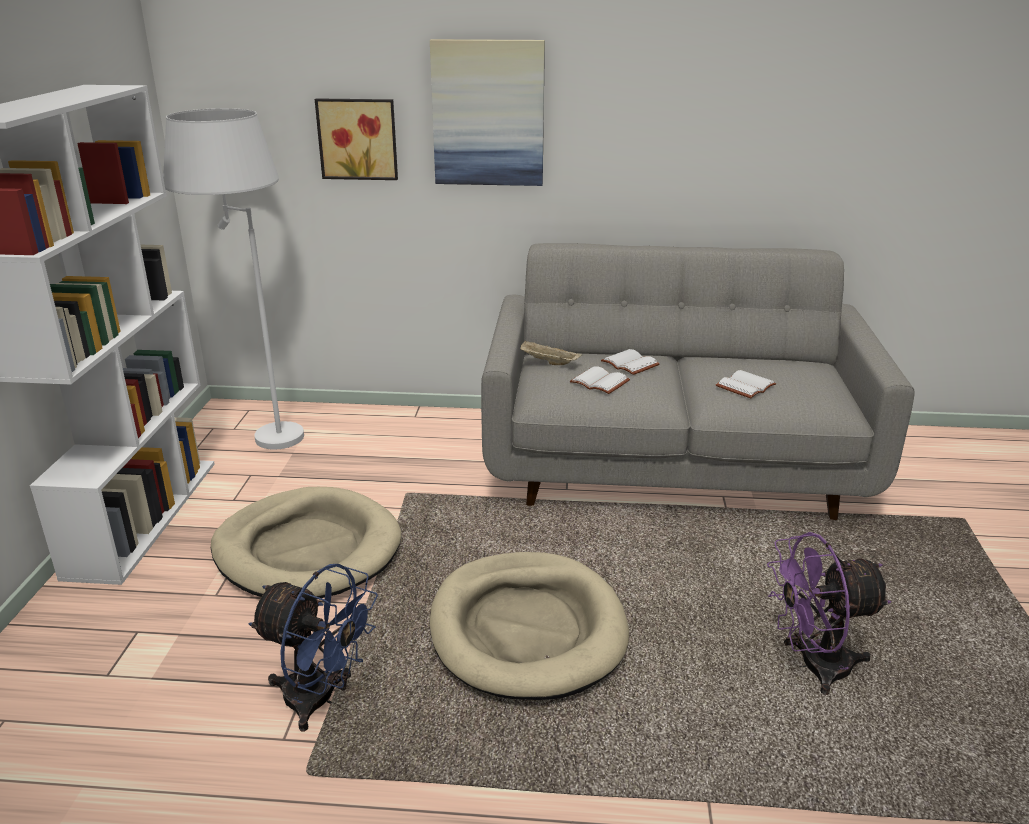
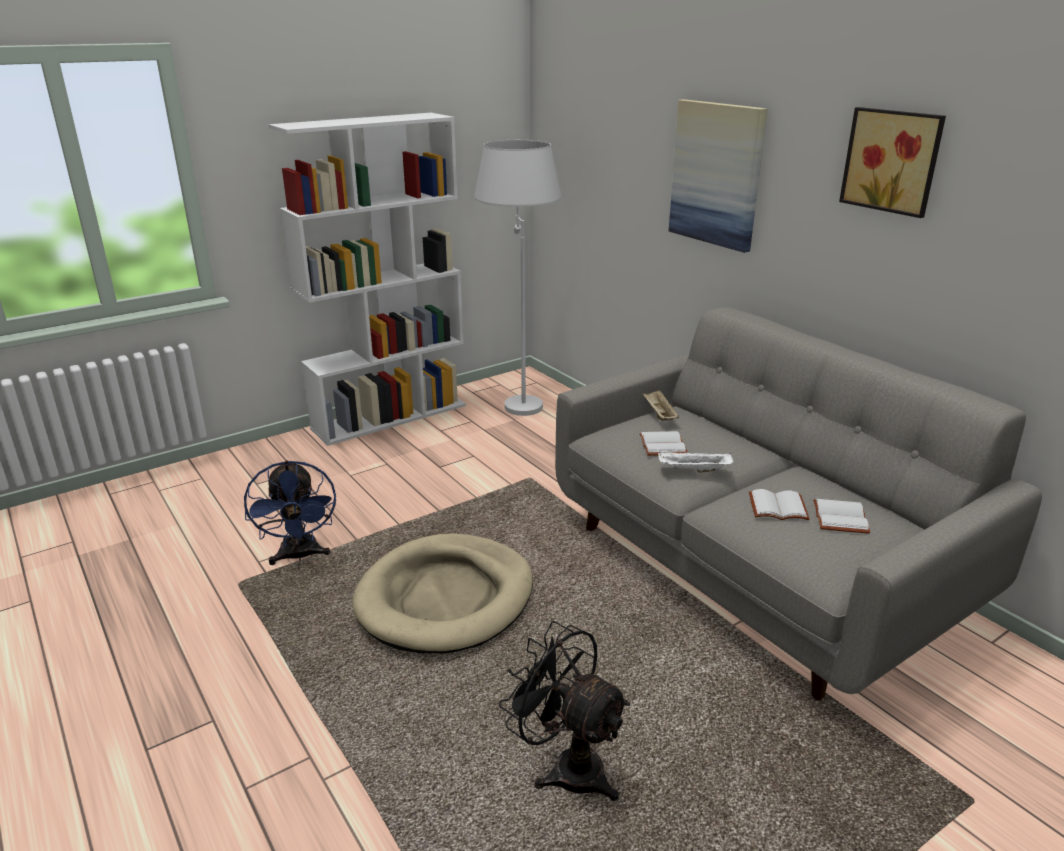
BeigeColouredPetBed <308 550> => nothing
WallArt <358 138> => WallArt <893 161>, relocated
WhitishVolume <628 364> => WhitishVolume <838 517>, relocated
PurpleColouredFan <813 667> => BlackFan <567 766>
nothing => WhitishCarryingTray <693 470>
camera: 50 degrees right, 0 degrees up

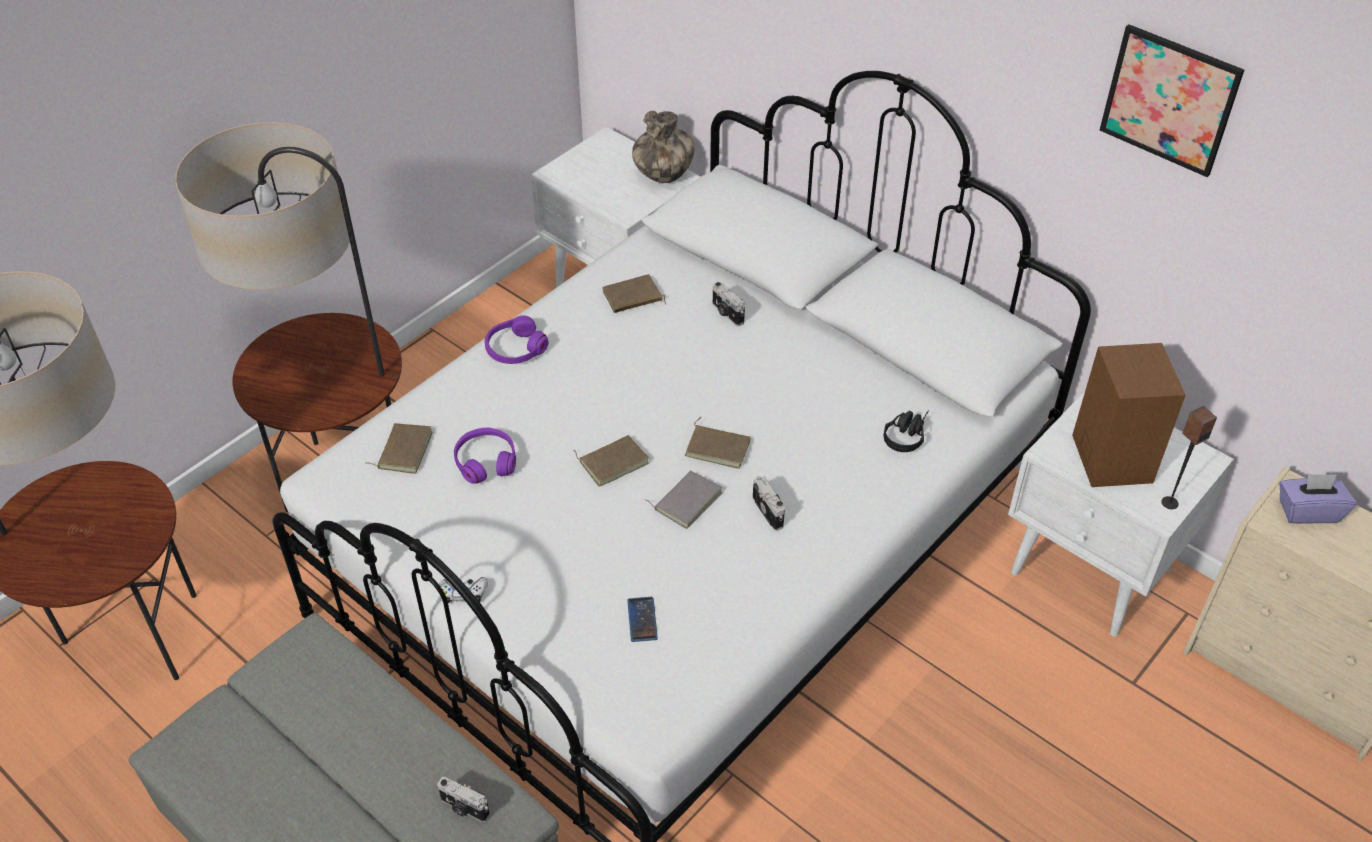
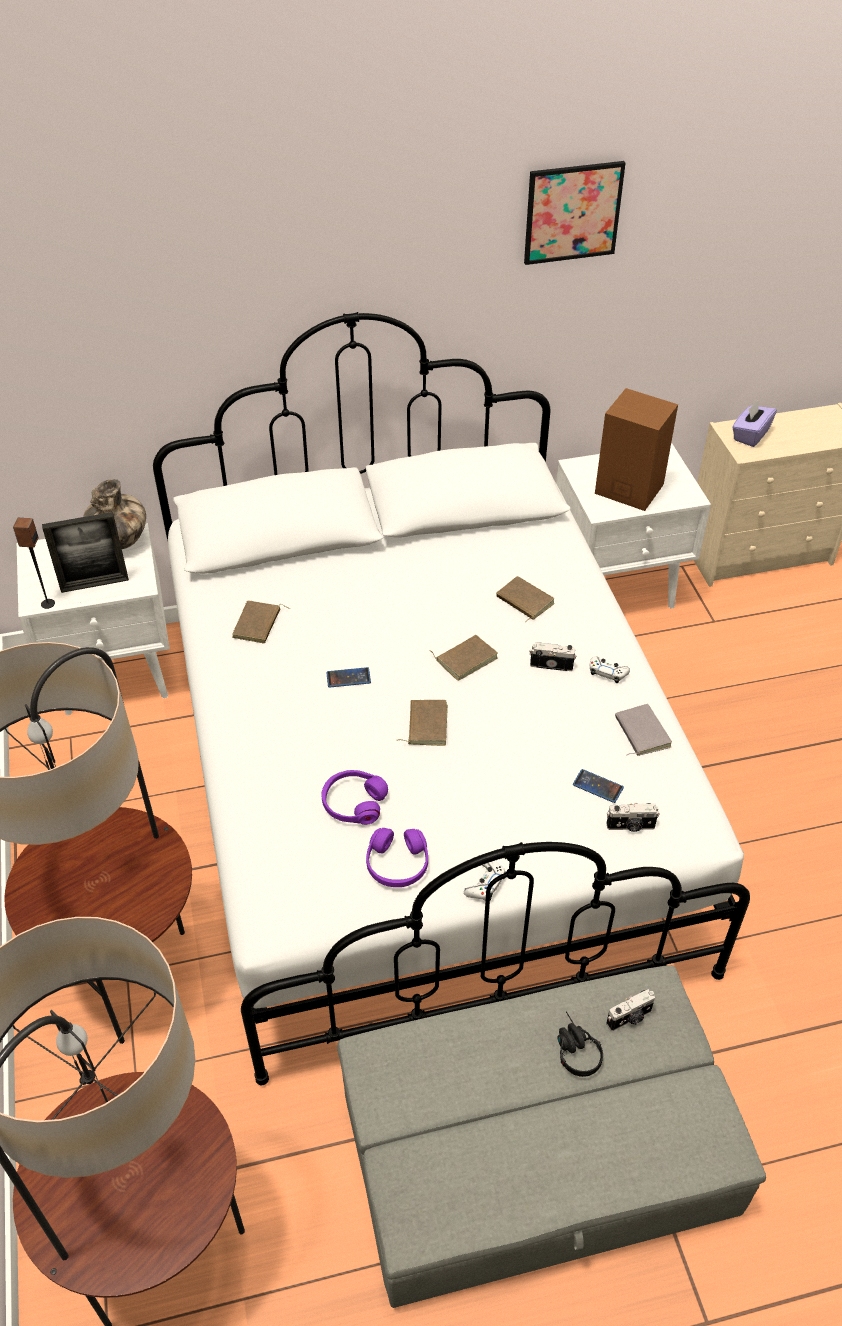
BrownishVolume <403 450> => BrownishVolume <523 601>, relocated
PurpleColouredPairOfHeadphones <515 349> => PurpleColouredPairOfHeadphones <397 864>, relocated
GreyishVolume <686 500> => GreyishVolume <640 732>, relocated
PhotoCamera <726 313> => PhotoCamera <631 826>, relocated
BlackPairOfHeadphones <907 434> => BlackPairOfHeadphones <574 1048>, relocated
AudioSpeaker <1169 502> => AudioSpeaker <47 604>, relocated
nothing => PictureFrame <94 584>
nothing => Phone <348 678>
nothing => WhitishGameController <607 672>
camera: 55 degrees left, 0 degrees up

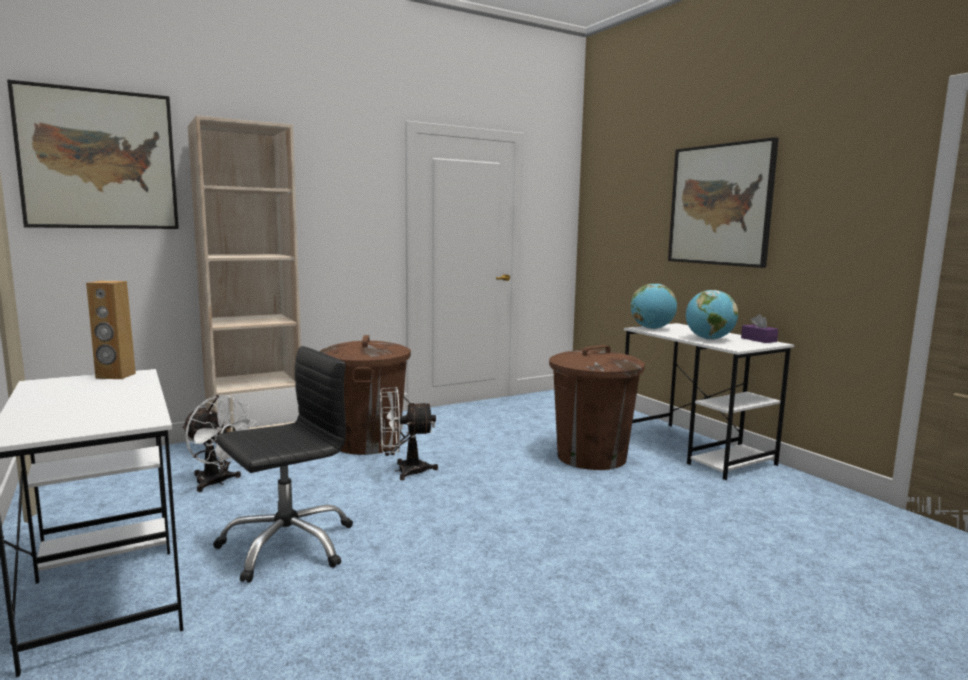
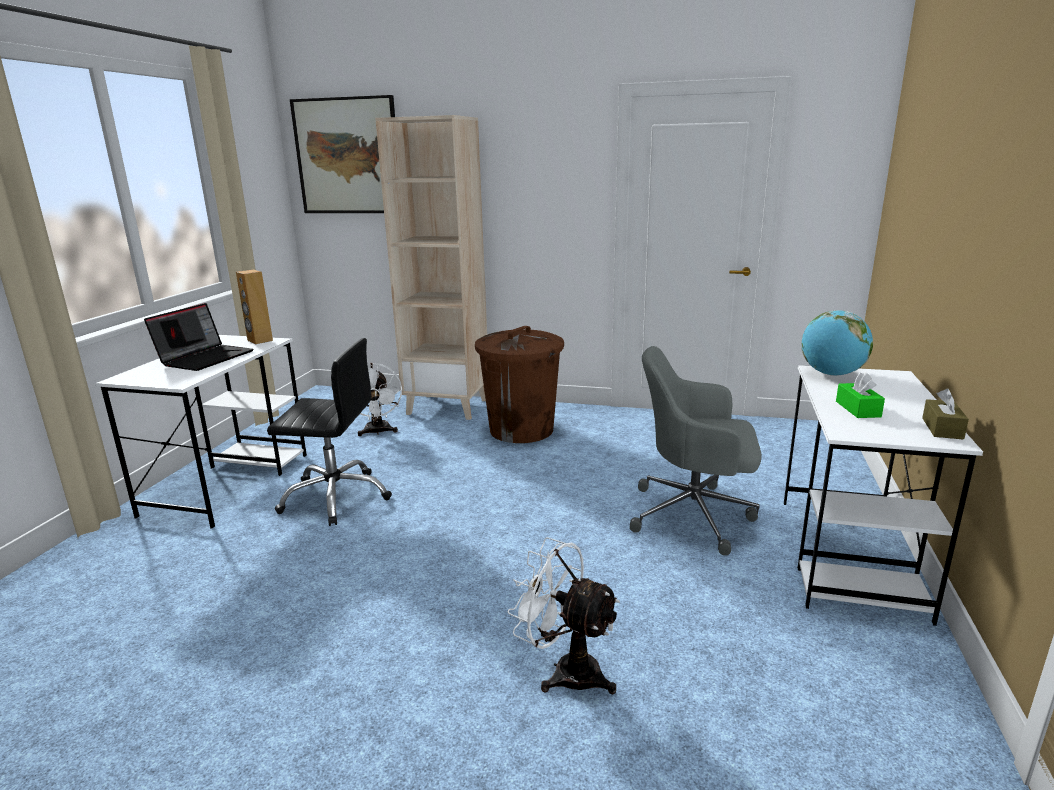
WhitishFan <404 471> => WhitishFan <566 670>, relocated
BrownishWasteBin <591 457> => GreyishOfficeChair <694 515>
WallArt <720 205> => nothing
DeskGlobe <709 339> => GreenishBoxOfTissues <858 409>
PurpleColouredBoxOfTissues <758 340> => BrownishBoxOfTissues <942 428>
nothing => NotebookComputer <206 358>
camera: 45 degrees right, 10 degrees up

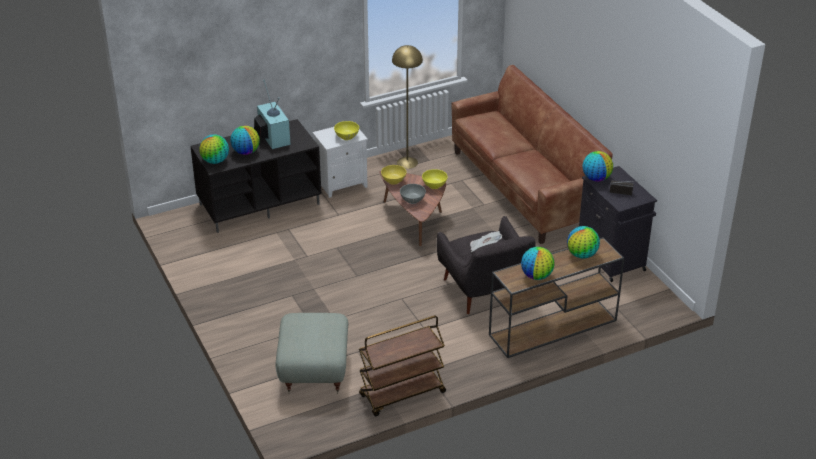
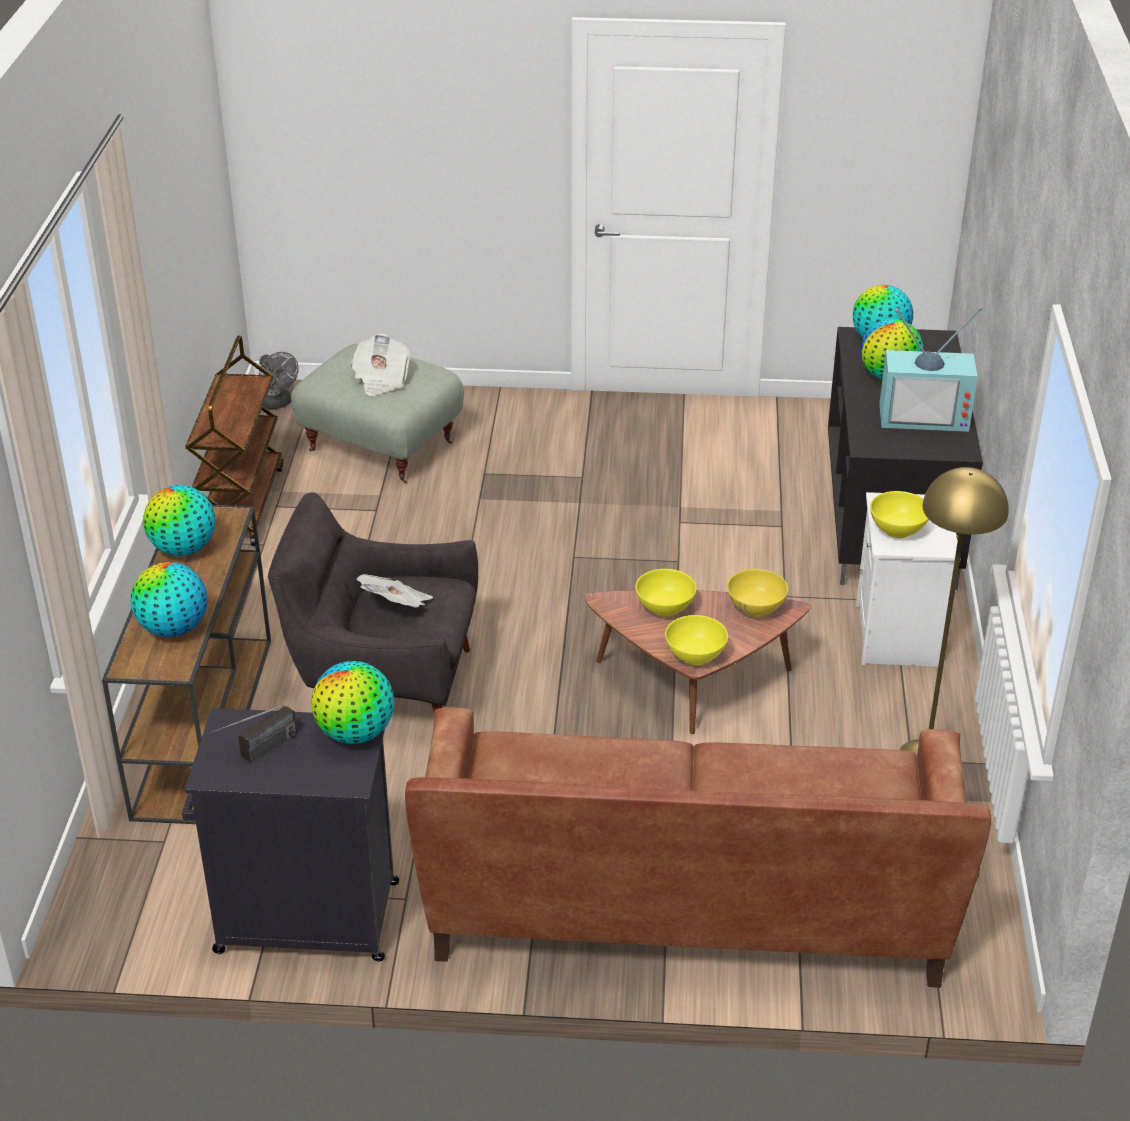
GreyishDeepDish <412 200> => YellowishDeepDish <665 608>
nothing => GreyishFan <278 404>
nothing => Newspaper <381 380>
camera: 120 degrees right, 0 degrees up

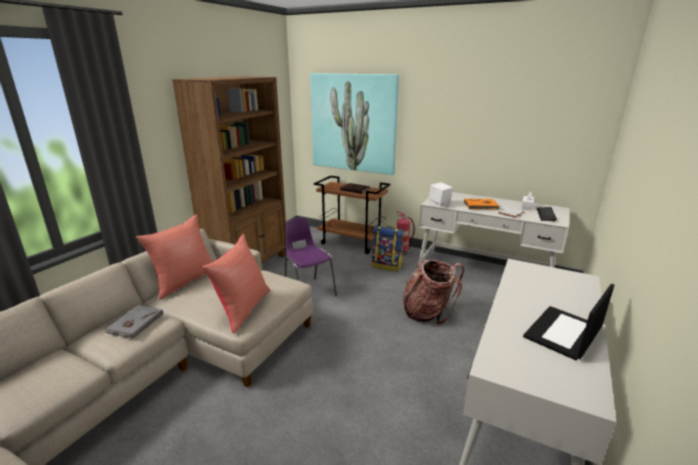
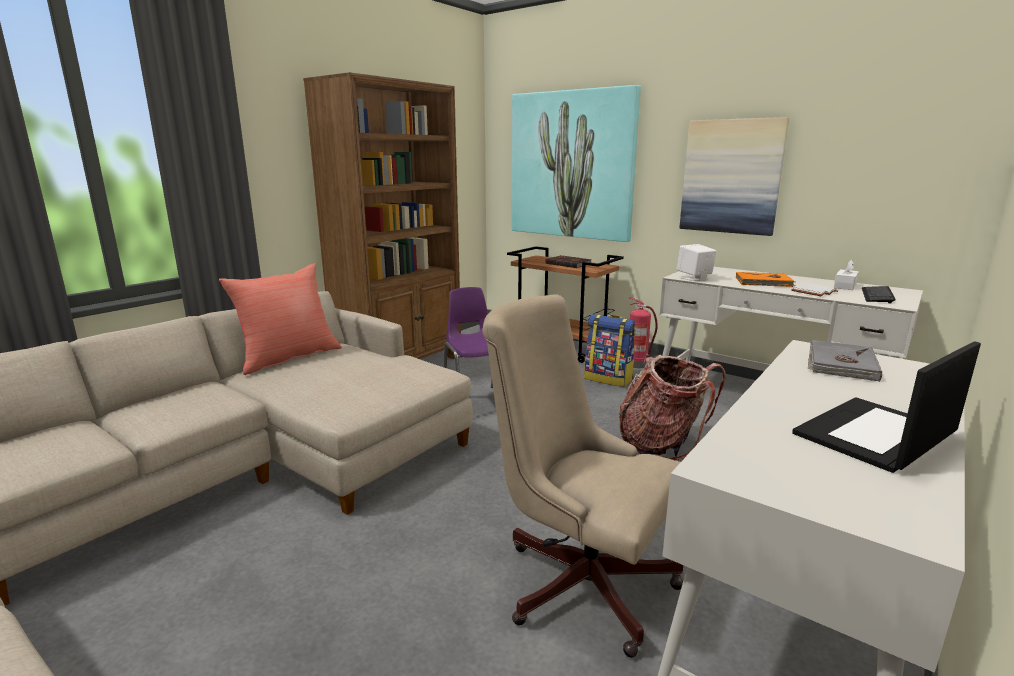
GreyishVolume <135 323> => GreyishVolume <840 364>, relocated
RedThrowPillow <243 308> => nothing
nothing => BeigeColouredOfficeChair <578 579>
nothing => WallArt <731 177>
camera: 10 degrees right, 5 degrees down

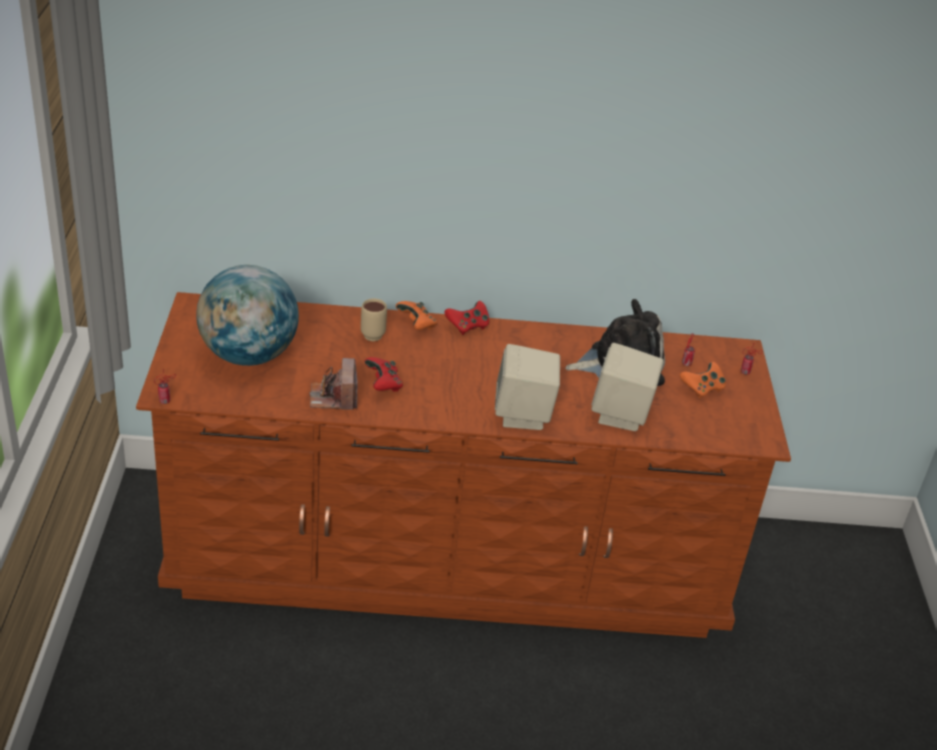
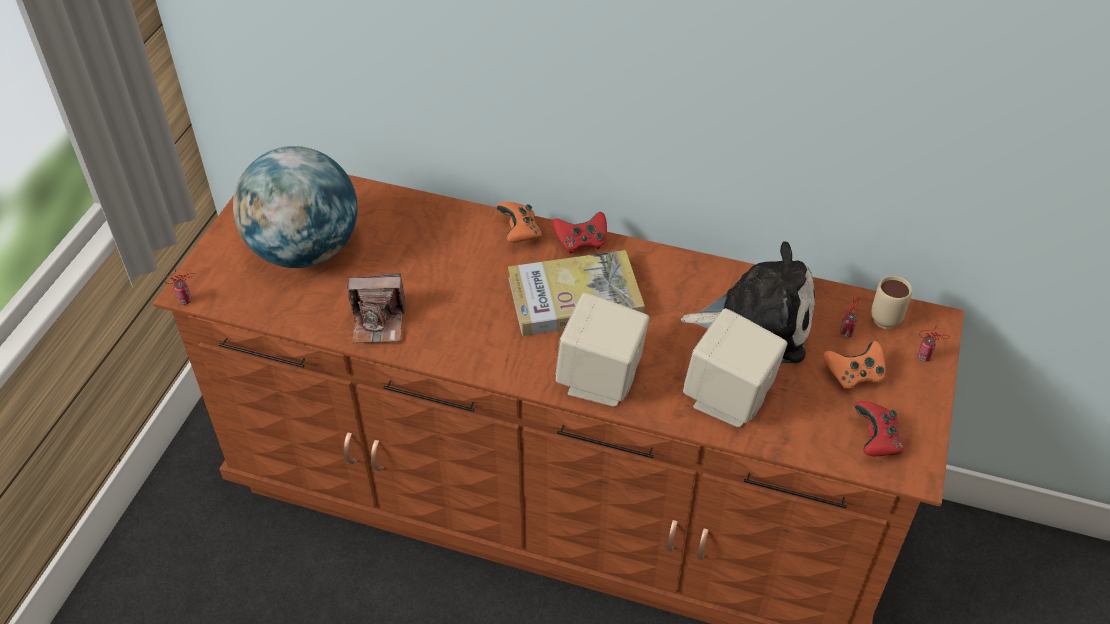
PhotoCamera <334 397> => PhotoCamera <378 322>, 105 degrees counterclockwise
BeigeColouredTeaMug <375 333> => BeigeColouredTeaMug <888 317>, relocated
RedGameController <383 385> => RedGameController <876 441>, relocated
nothing => Volume <574 297>
camera: 20 degrees right, 10 degrees up

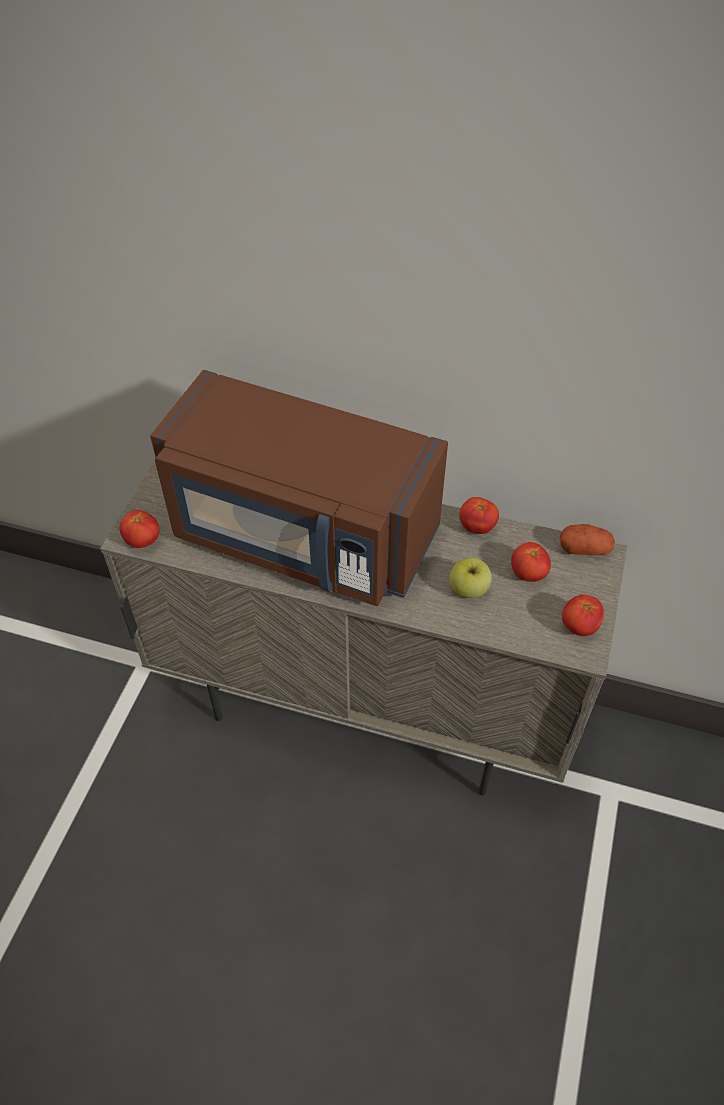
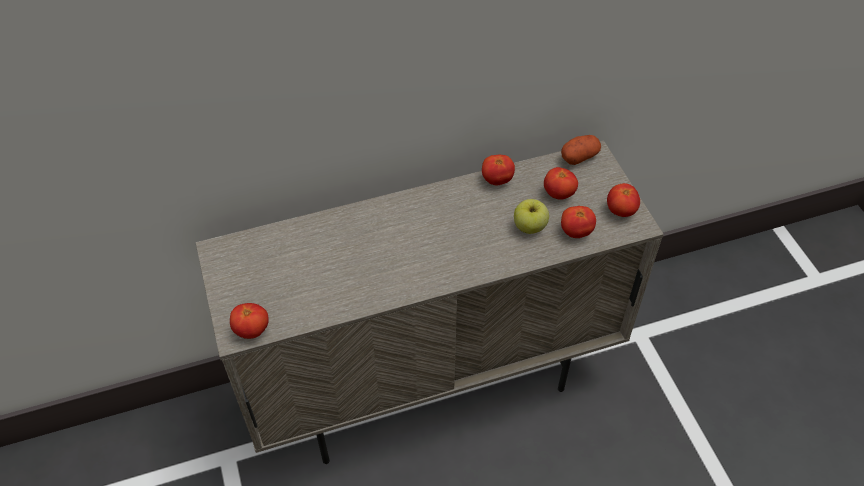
BrownishMicrowaveOven <301 535> => nothing
nothing => FreshTomato <576 232>
camera: 35 degrees left, 0 degrees up

